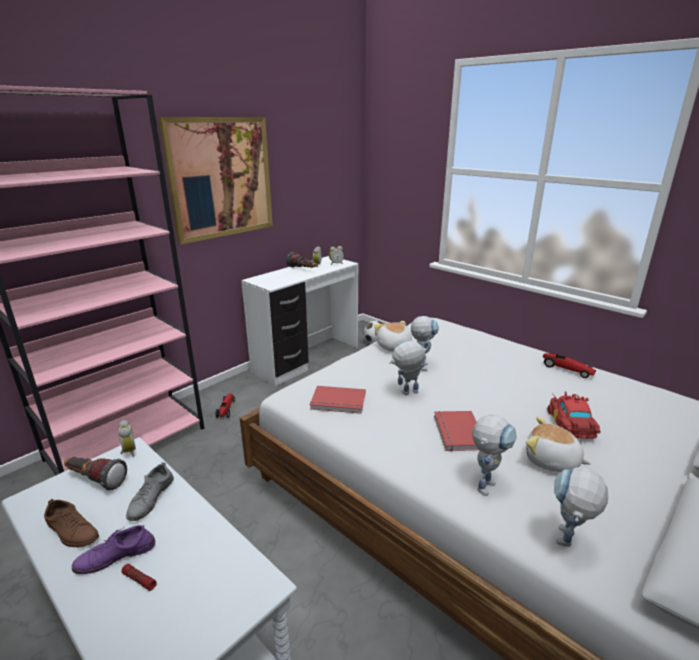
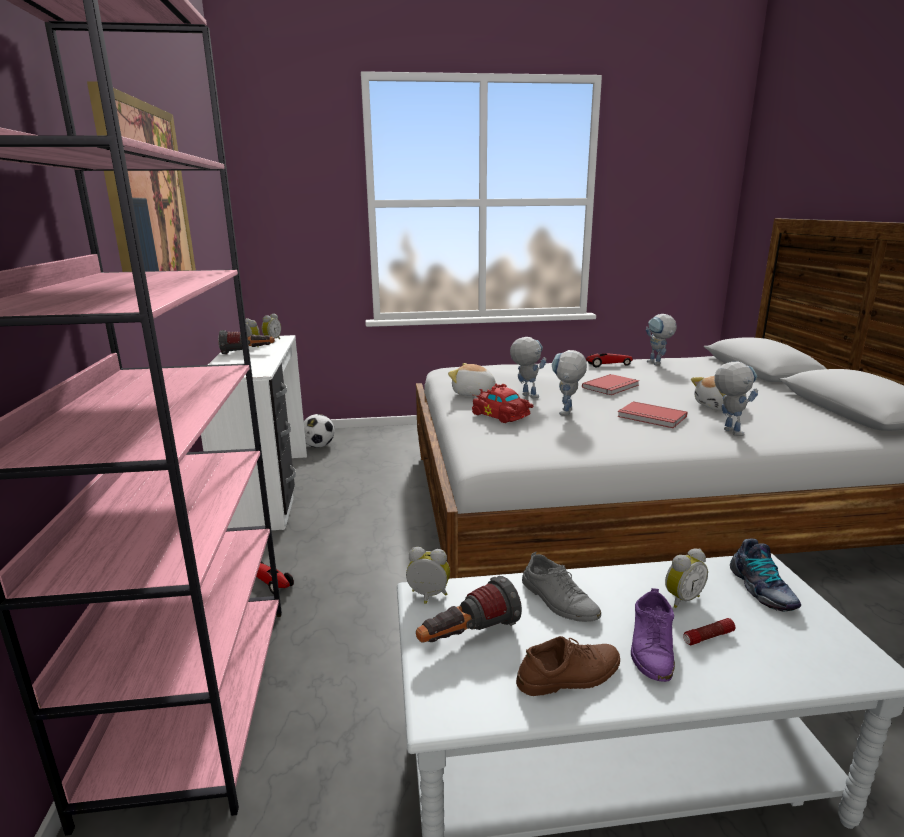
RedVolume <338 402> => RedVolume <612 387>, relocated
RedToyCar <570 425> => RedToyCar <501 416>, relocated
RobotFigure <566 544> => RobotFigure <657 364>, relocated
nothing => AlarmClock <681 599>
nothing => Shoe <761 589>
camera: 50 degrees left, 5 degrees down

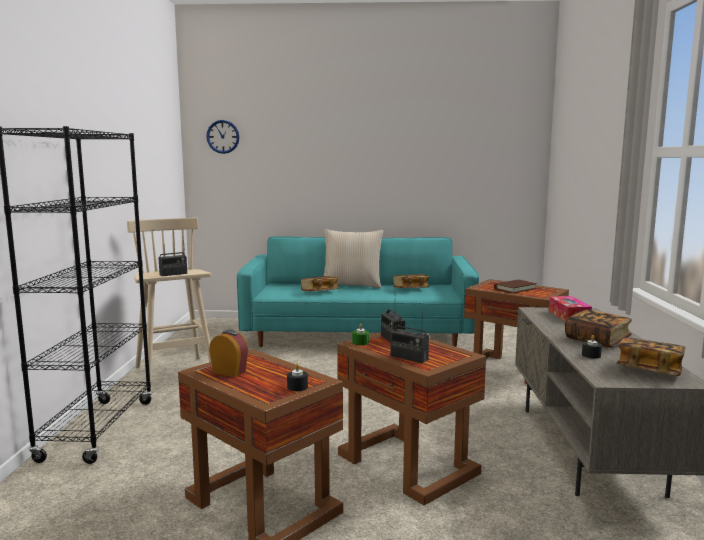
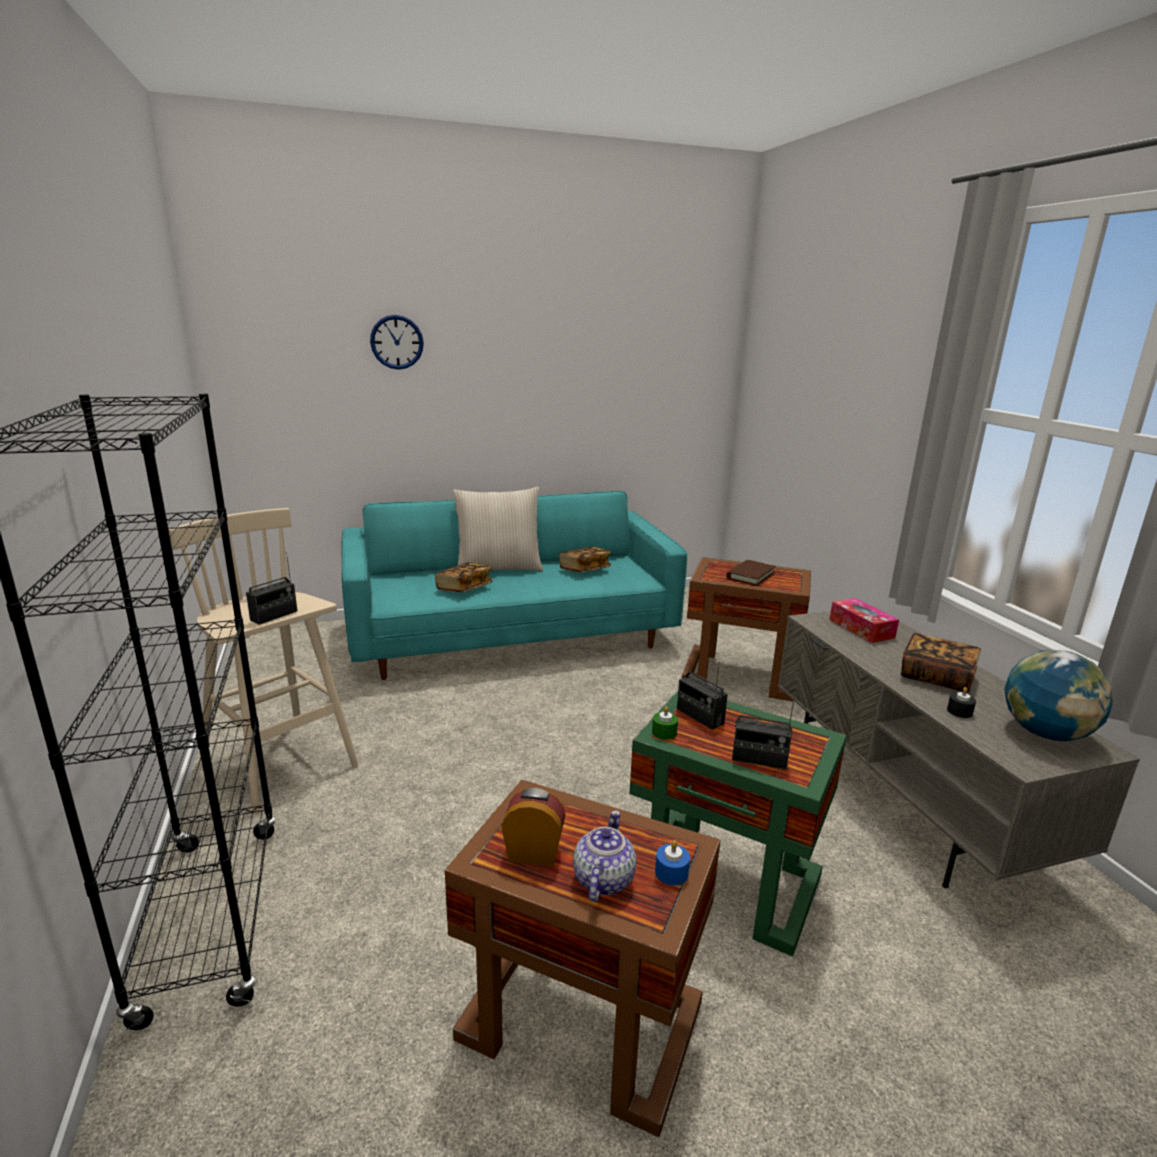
HangingClock <223 136> => HangingClock <397 342>, relocated
BlackCandle <297 387> => BlueColouredCandle <671 873>
BrownishSideTable <408 464> => GreenishSideTable <725 881>
Volume <649 370> => DeskGlobe <1045 733>
nothing => Teapot <602 880>
camera: 20 degrees left, 10 degrees up

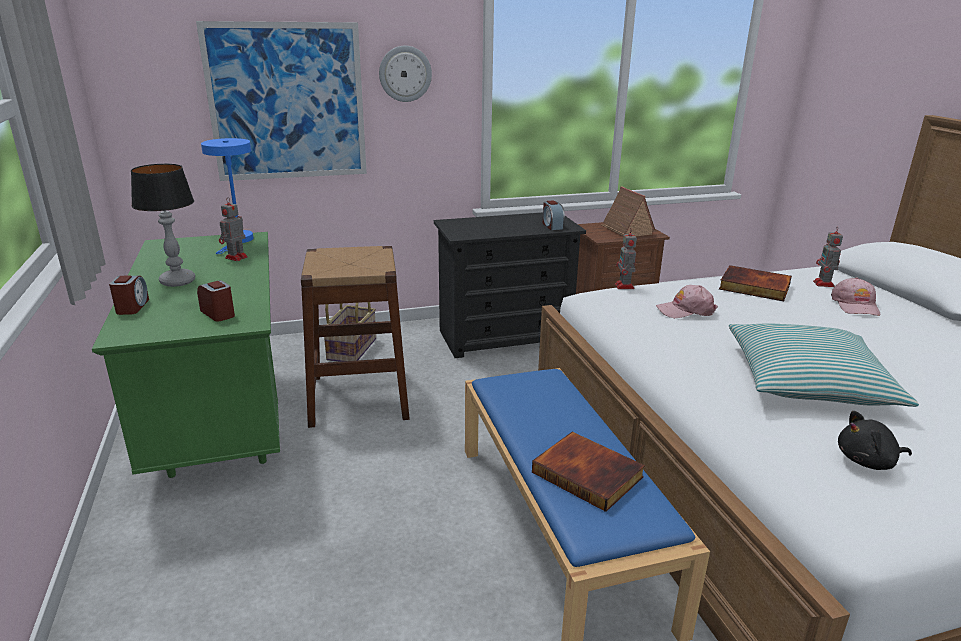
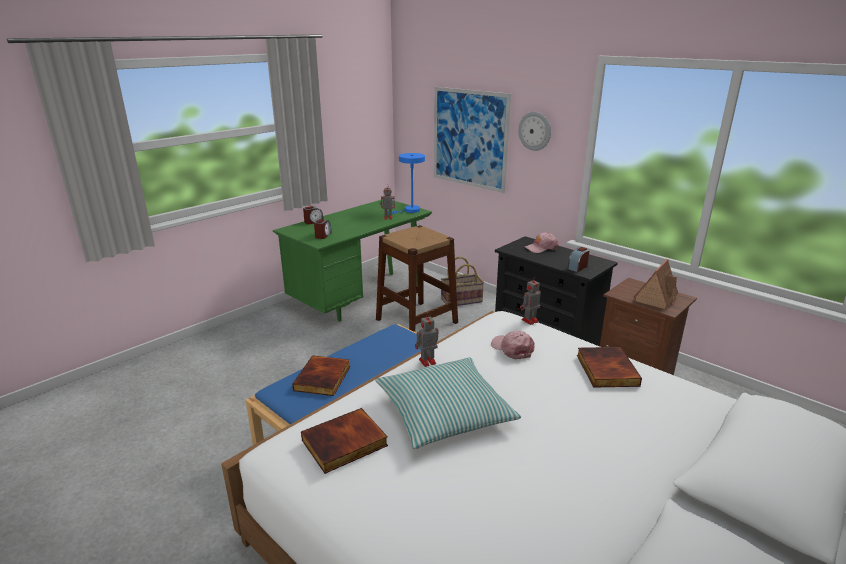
TabletopLamp <177 281> => nothing
RobotFigure <824 284> => RobotFigure <426 361>, relocated
PinkColouredBaseballCap <855 305> => PinkColouredBaseballCap <541 248>, relocated
BlackCuddlyToy <868 461> => Volume <344 444>
camera: 60 degrees right, 0 degrees up

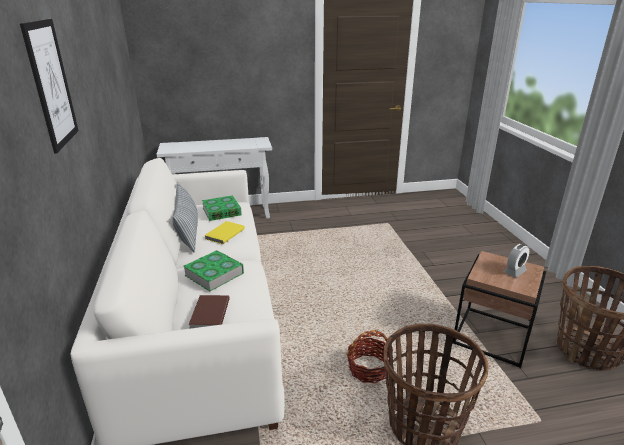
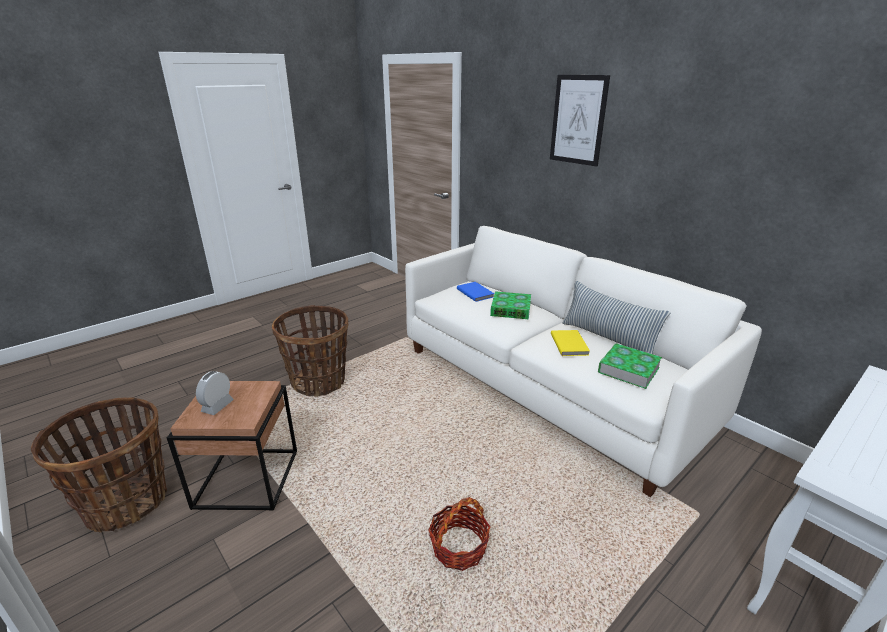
BrownishVolume <208 314> => BlueColouredVolume <475 292>
HouseholdBasket <369 369> => HouseholdBasket <459 548>, relocated
camera: 150 degrees right, 0 degrees up

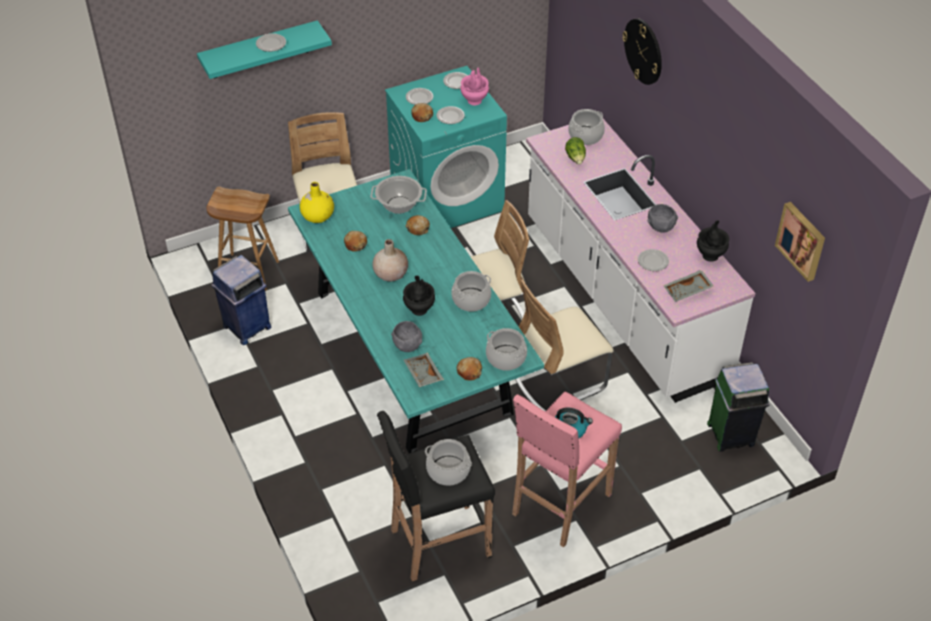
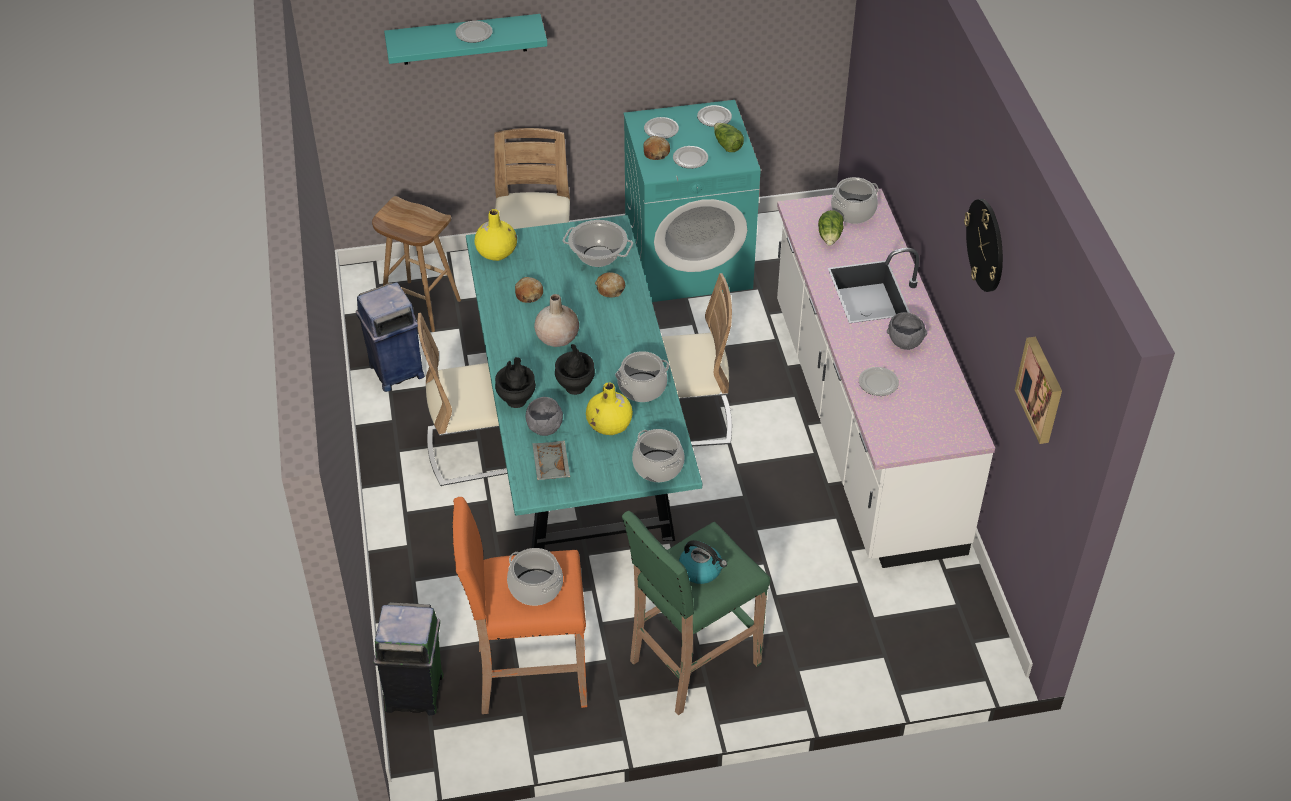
BlackStool <438 543> => OrangeStool <529 676>
BakeryBread <469 371> => nothing
PinkColouredVase <474 101> => Lettuce <727 145>
PinkColouredStool <560 505> => GreenishStool <692 663>
BeigeColouredChair <559 381> => BeigeColouredChair <478 449>, relocated
HangingClock <643 51> => HangingClock <986 245>, relocated
GreyishCarryingTray <688 291> => nothing
BlackVase <710 255> => BlackVase <516 400>, relocated
GreenishWasteBin <731 434> => GreenishWasteBin <415 692>, relocated
nothing => YellowishVase <609 425>
camera: 15 degrees right, 0 degrees up

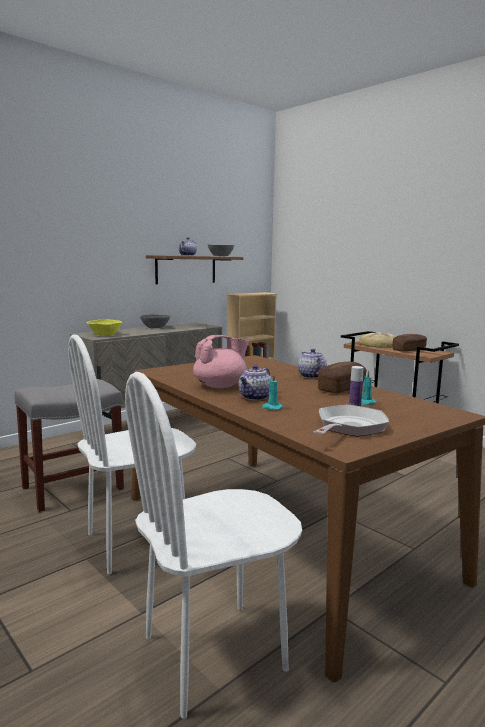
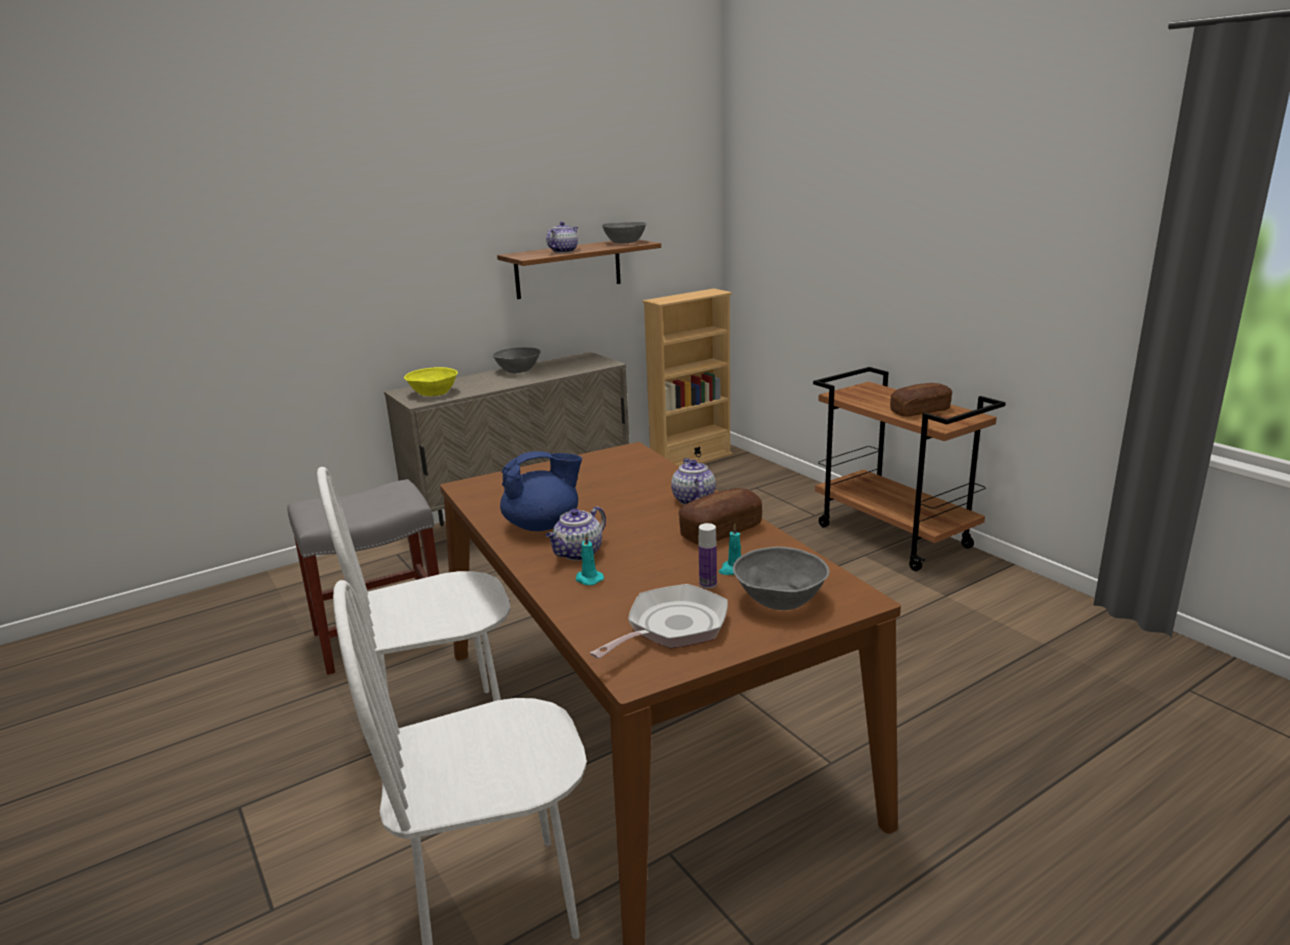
PinkColouredTeapot <220 386> => BlueColouredTeapot <543 525>
BakeryBread <379 344> => nothing
nothing => GreyishDeepDish <780 600>
camera: 10 degrees right, 10 degrees up

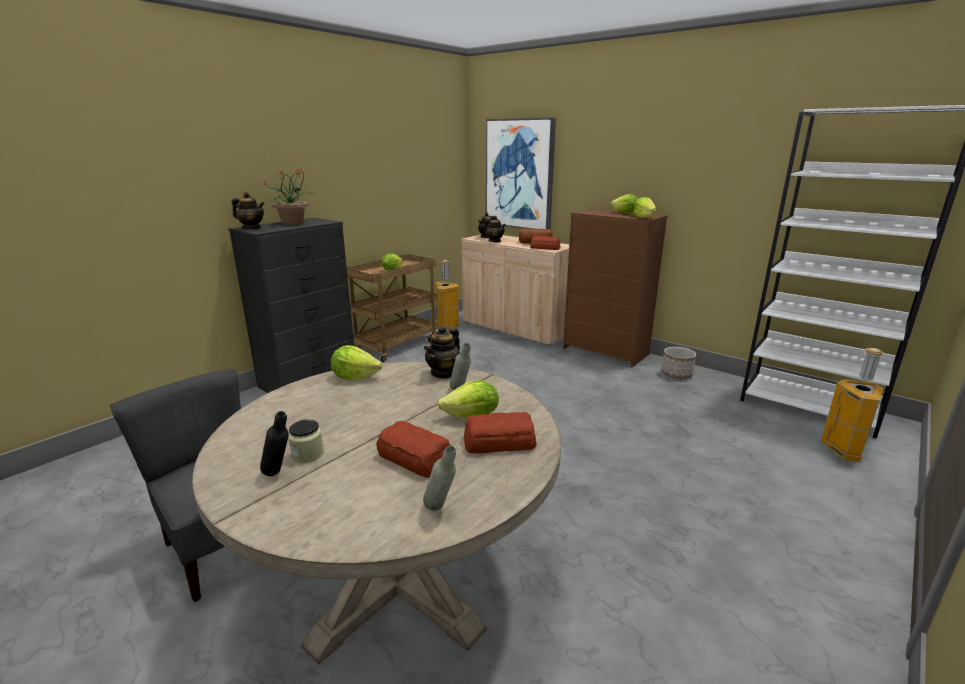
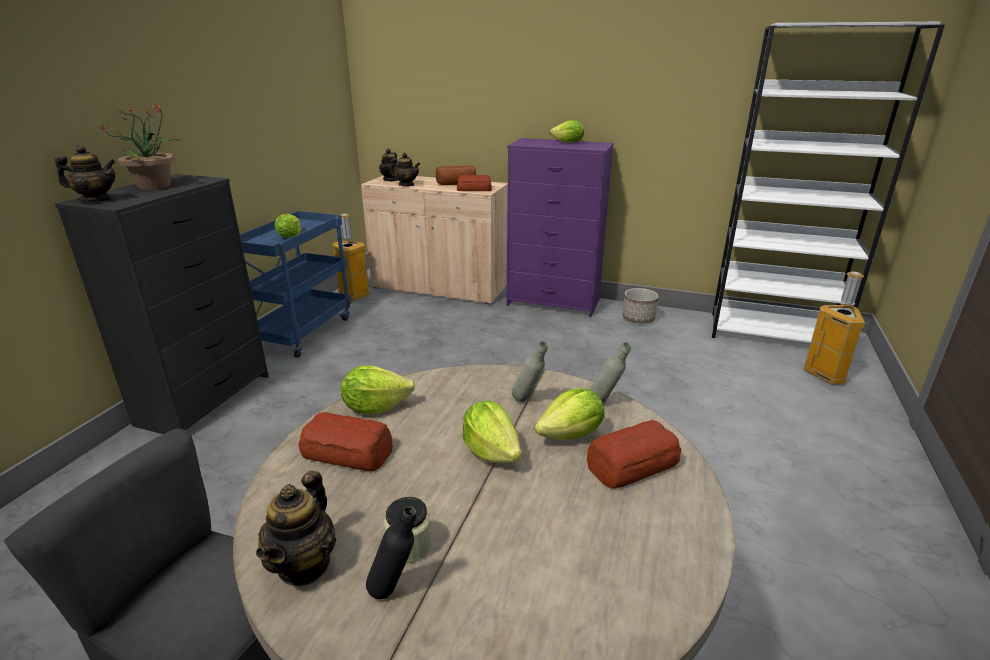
BrownishWheeledCart <396 345> => BlueColouredWheeledCart <303 331>
BakeryBread <415 459> => BakeryBread <348 452>, relocated
GreyishBeverageBottle <441 510> => GreyishBeverageBottle <605 403>, relocated
Teapot <444 373> => Teapot <304 564>, relocated
WallArt <519 174> => nothing
BrownishDresser <606 351> => PurpleColouredDresser <554 302>
Lettuce <644 217> => Lettuce <491 451>, relocated
camera: 20 degrees left, 5 degrees up

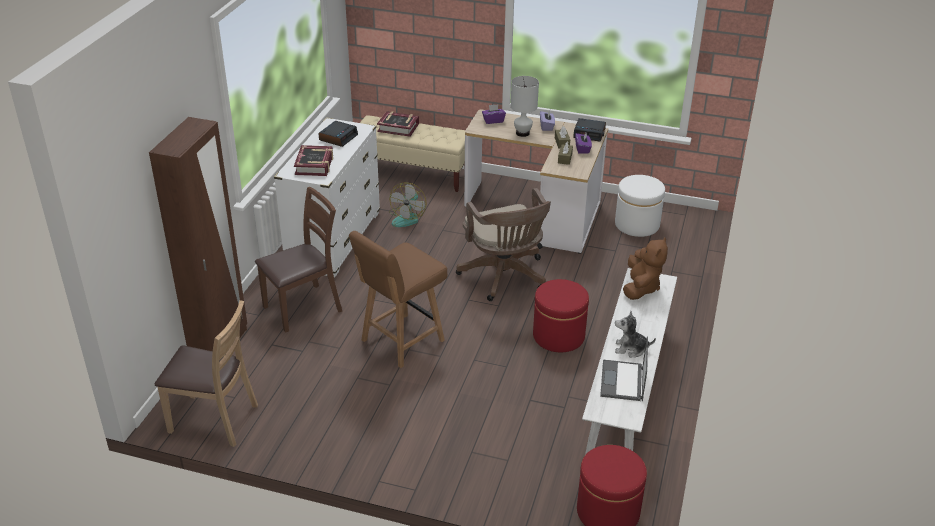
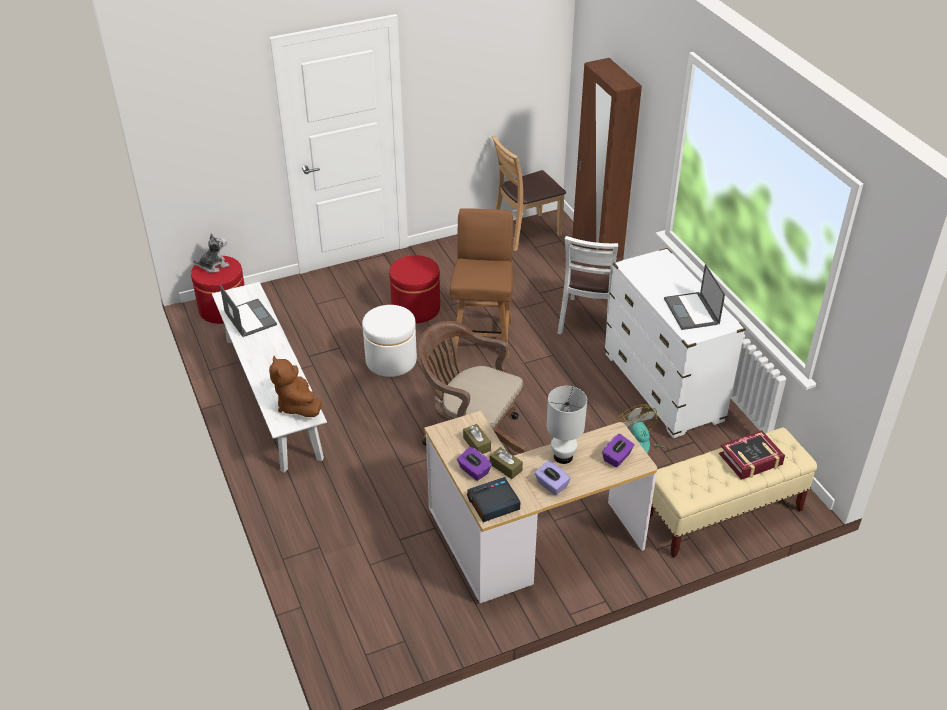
BrownishChair <303 308> => WhitishChair <588 320>
Volume <314 165> => nothing
AlarmClock <338 137> => NotebookComputer <692 312>
RedOttoman <558 336> => RedOttoman <416 308>, relocated
WhitishOttoman <637 224> => WhitishOttoman <391 360>, relocated
CuddlyToy <631 349> => CuddlyToy <214 266>, relocated
camera: 140 degrees right, 5 degrees up

